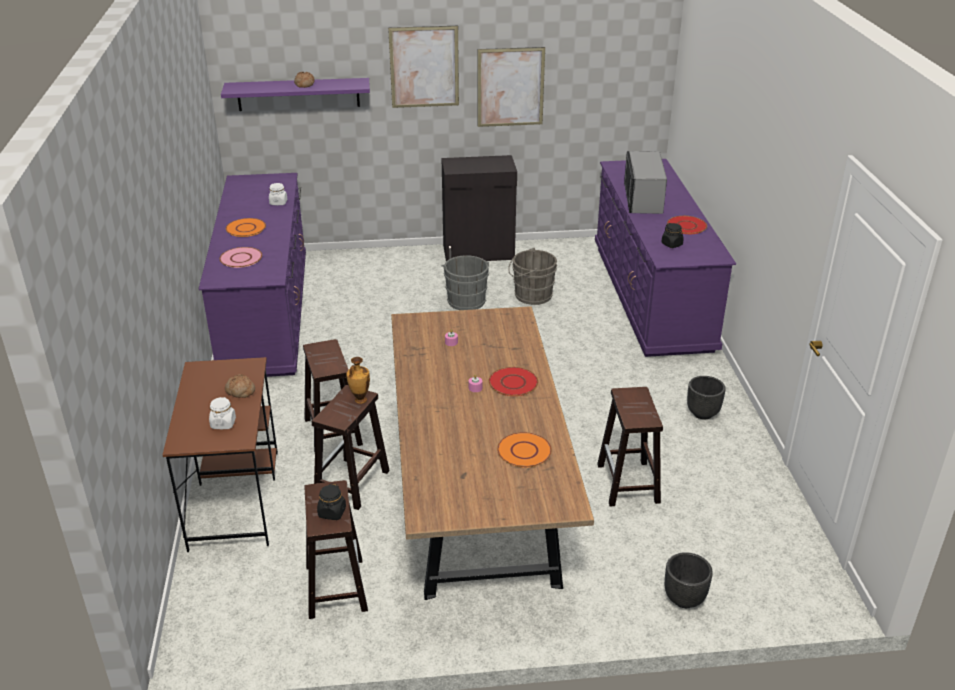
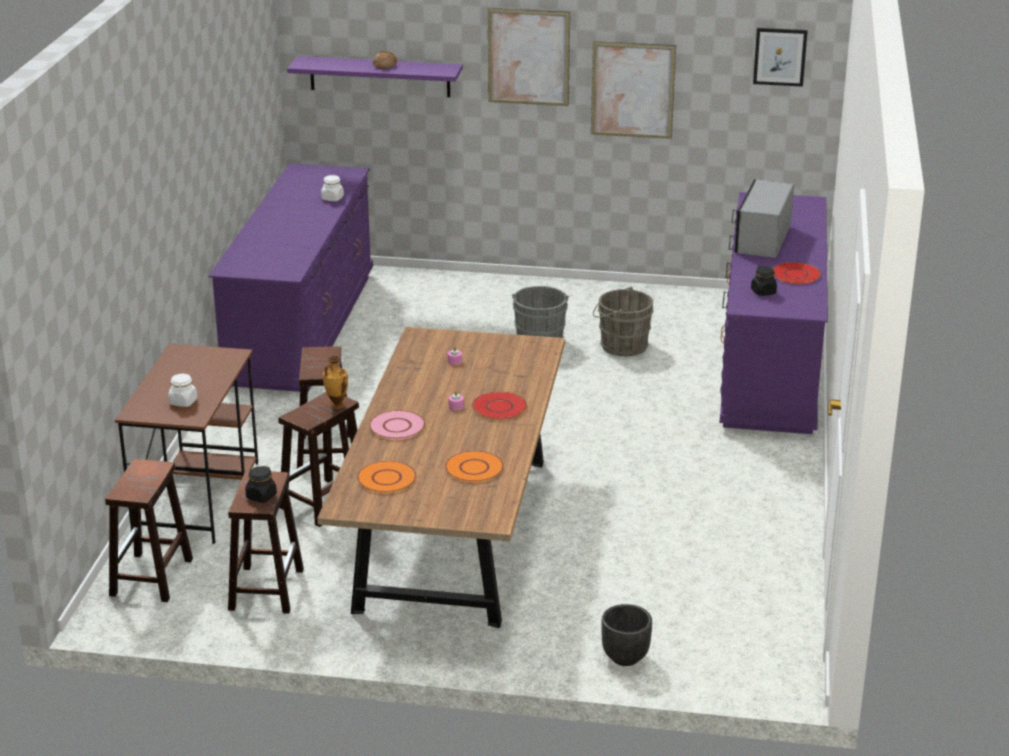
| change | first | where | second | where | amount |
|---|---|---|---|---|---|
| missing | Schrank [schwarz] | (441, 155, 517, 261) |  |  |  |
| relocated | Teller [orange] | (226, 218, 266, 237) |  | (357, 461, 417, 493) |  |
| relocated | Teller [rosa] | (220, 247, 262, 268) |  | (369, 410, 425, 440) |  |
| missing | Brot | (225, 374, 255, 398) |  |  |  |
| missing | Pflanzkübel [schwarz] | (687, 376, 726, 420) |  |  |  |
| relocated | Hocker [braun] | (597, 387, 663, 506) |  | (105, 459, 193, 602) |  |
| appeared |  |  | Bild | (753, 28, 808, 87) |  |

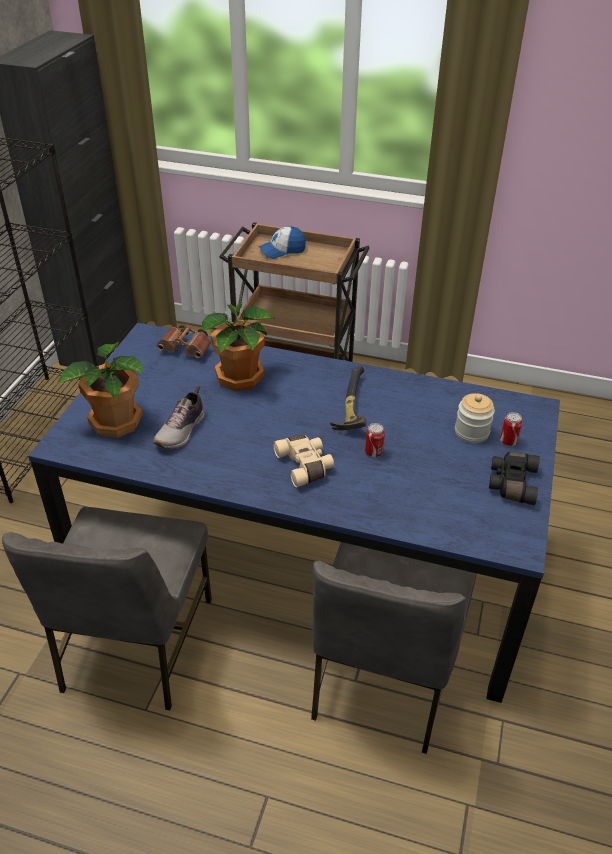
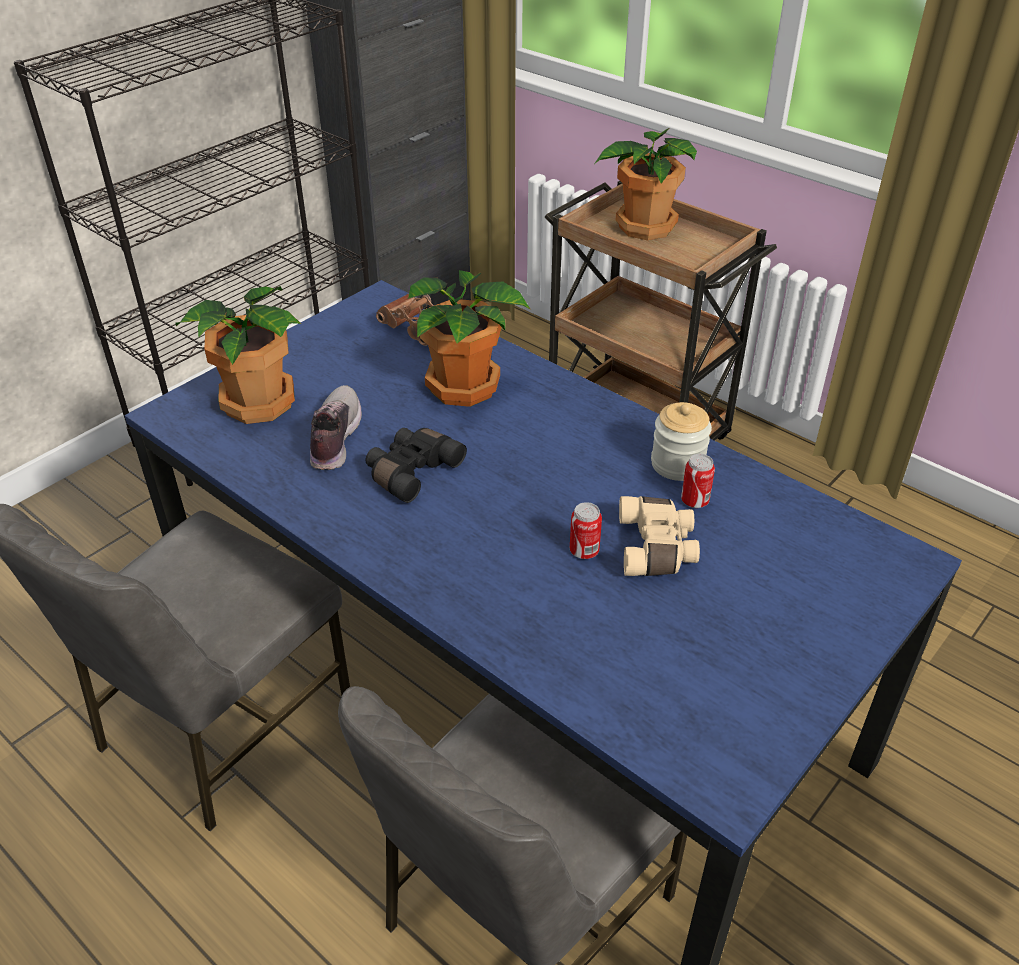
| change | first | where | second | where | amount |
|---|---|---|---|---|---|
| exchanged | Kappe | (258, 226, 306, 259) | Topfpflanze | (594, 128, 697, 240) |  |
| missing | Hammer | (330, 366, 367, 430) |  |  |  |
| spun | Schuh | (153, 386, 205, 449) |  | (310, 385, 362, 470) | 135 degrees clockwise |
| relocated | Vorratsglas | (455, 393, 495, 443) |  | (651, 402, 712, 481) |  |
| relocated | Dose | (500, 412, 523, 446) |  | (681, 454, 715, 508) |  |
| relocated | Fernglas [beige] | (273, 435, 334, 487) |  | (619, 496, 700, 576) |  |
| relocated | Fernglas [schwarz] | (489, 452, 540, 505) |  | (366, 428, 467, 503) |  |

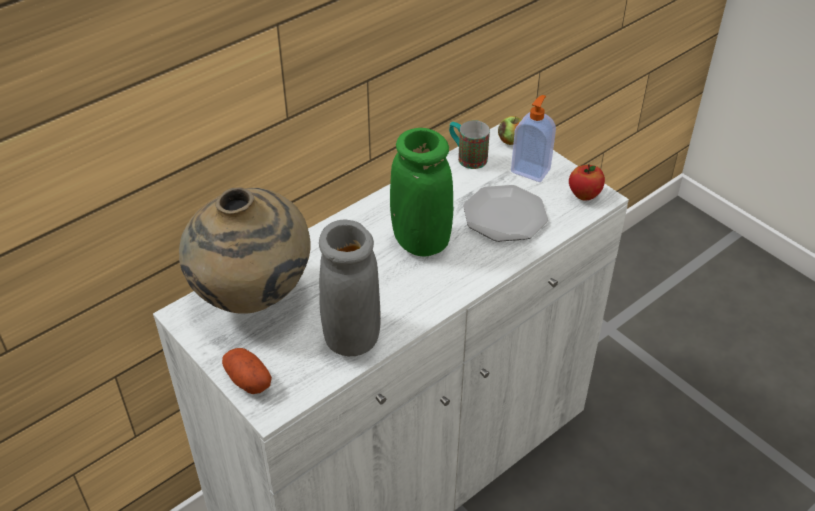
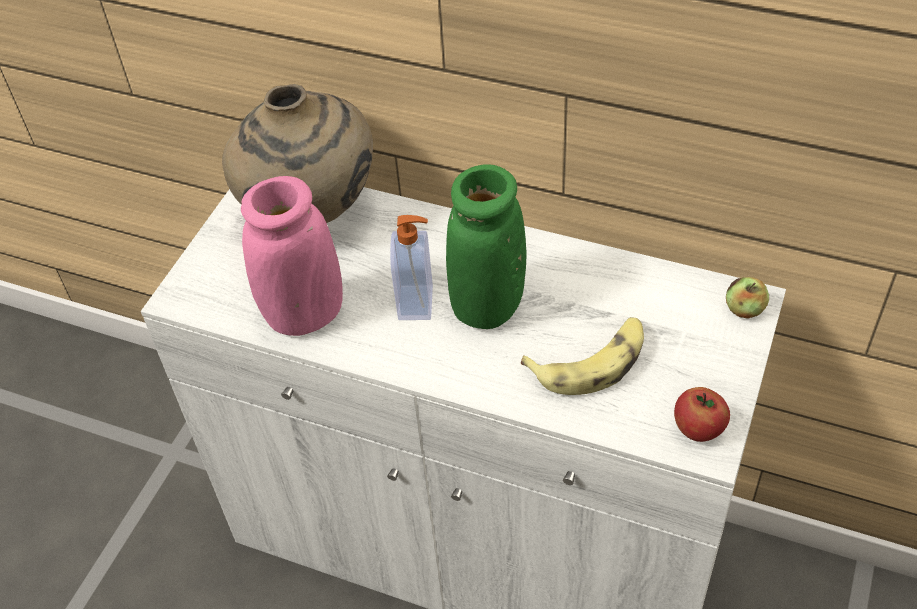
| change | first | where | second | where | amount |
|---|---|---|---|---|---|
| relocated | Seifenspender | (511, 95, 556, 182) |  | (390, 215, 433, 320) |  |
| missing | Henkelbecher | (449, 120, 490, 169) |  |  |  |
| exchanged | Teller | (463, 185, 548, 242) | Banane | (521, 317, 644, 395) |  |
| colour | Vase [grau] | (319, 220, 381, 356) | Vase [rosa] | (241, 176, 343, 336) |  |
| missing | Kartoffel | (222, 348, 272, 394) |  |  |  |

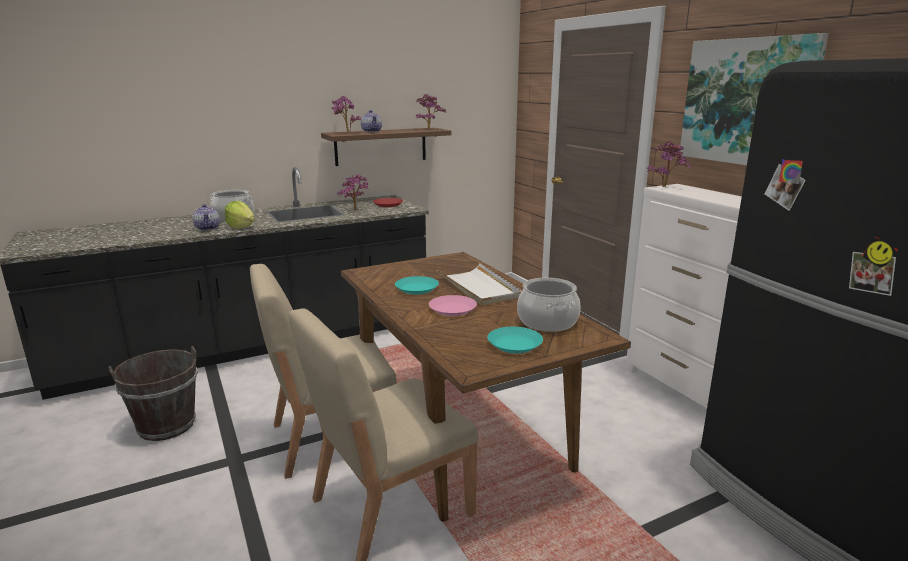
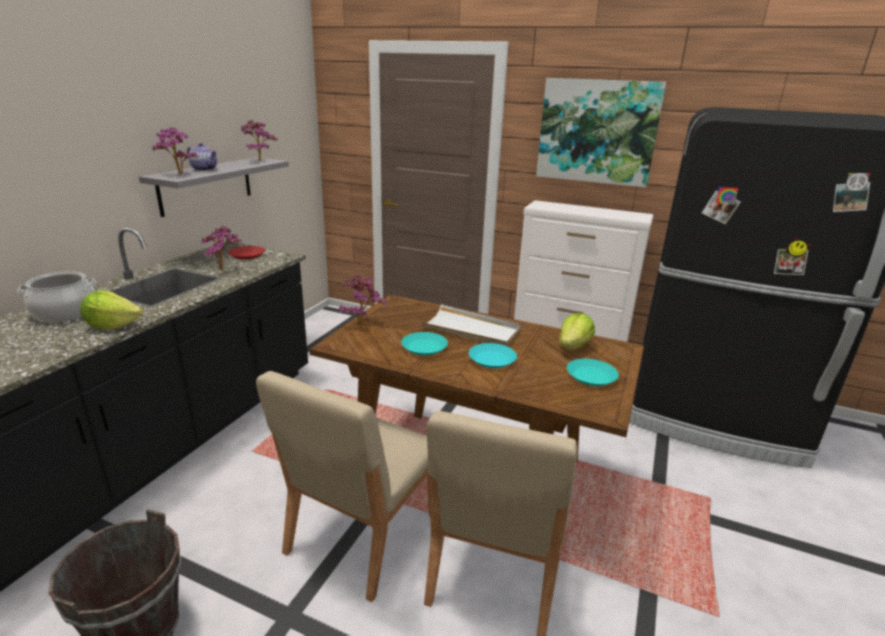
| change | first | where | second | where | amount |
|---|---|---|---|---|---|
| colour | Wandregal [braun] | (321, 128, 451, 166) | Wandregal [grau] | (139, 157, 289, 217) |  |
| relocated | Topfpflanze | (647, 141, 691, 187) |  | (339, 275, 386, 326) |  |
| missing | Teekanne | (193, 204, 220, 231) |  |  |  |
| exchanged | Kochtopf | (517, 278, 580, 332) | Salatkopf | (559, 313, 595, 350) |  |
| colour | Teller [rosa] | (429, 295, 477, 316) | Teller [türkis] | (469, 343, 517, 368) |  |

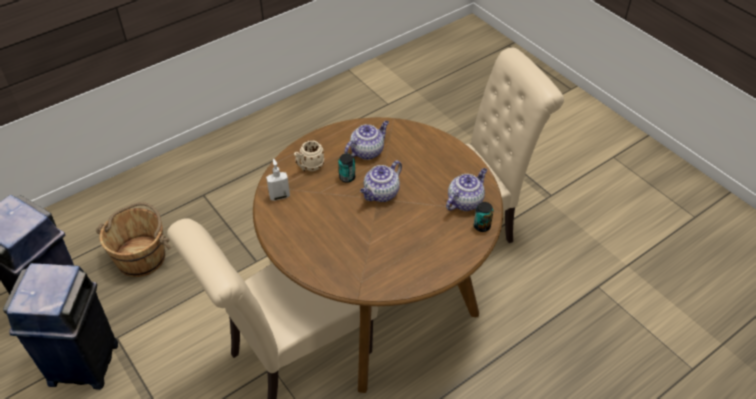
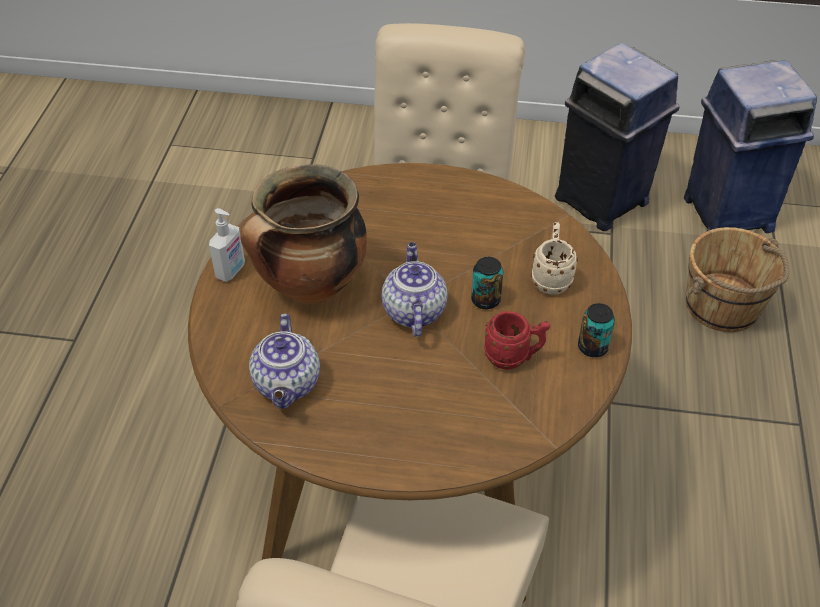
| change | first | where | second | where | amount |
|---|---|---|---|---|---|
| exchanged | Teekanne | (344, 121, 389, 160) | Henkelbecher [rot] | (484, 311, 550, 370) |  |
| relocated | Seifenspender | (266, 159, 290, 201) |  | (209, 208, 245, 282) |  |
| relocated | Dose | (474, 202, 493, 232) |  | (578, 303, 615, 357) |  |
| appeared |  |  | Kochtopf | (240, 164, 367, 304) |  |

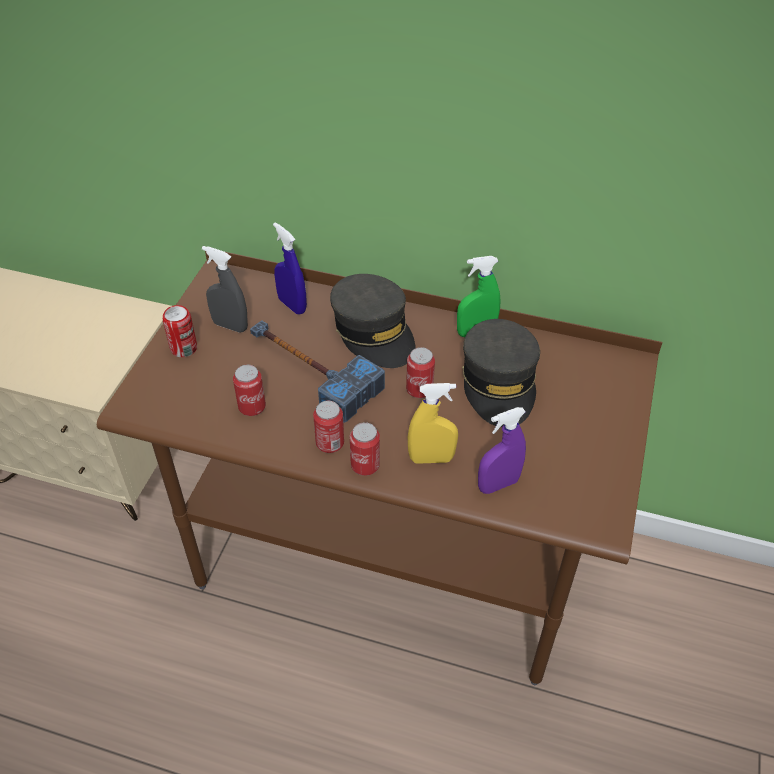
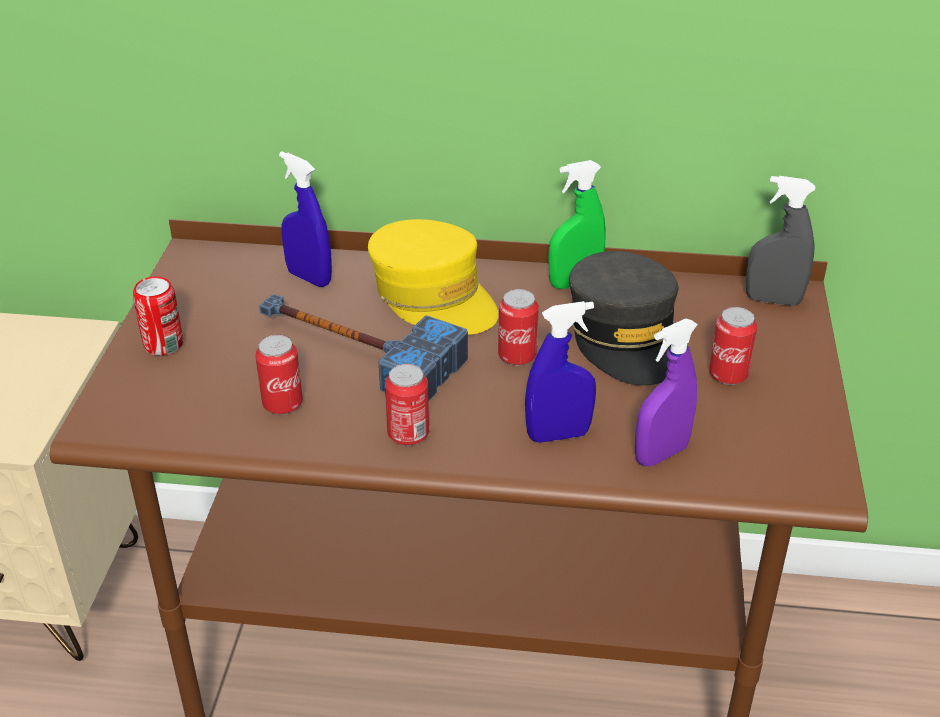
| change | first | where | second | where | amount |
|---|---|---|---|---|---|
| relocated | Sprühflasche [grau] | (202, 246, 248, 333) |  | (746, 176, 815, 306) |  |
| colour | Kappe [grau] | (330, 274, 416, 368) | Kappe [gelb] | (368, 219, 499, 335) |  |
| colour | Sprühflasche [gelb] | (408, 383, 458, 464) | Sprühflasche [blau] | (525, 301, 596, 443) |  |
| relocated | Dose | (350, 422, 380, 476) |  | (709, 307, 757, 385) |  |

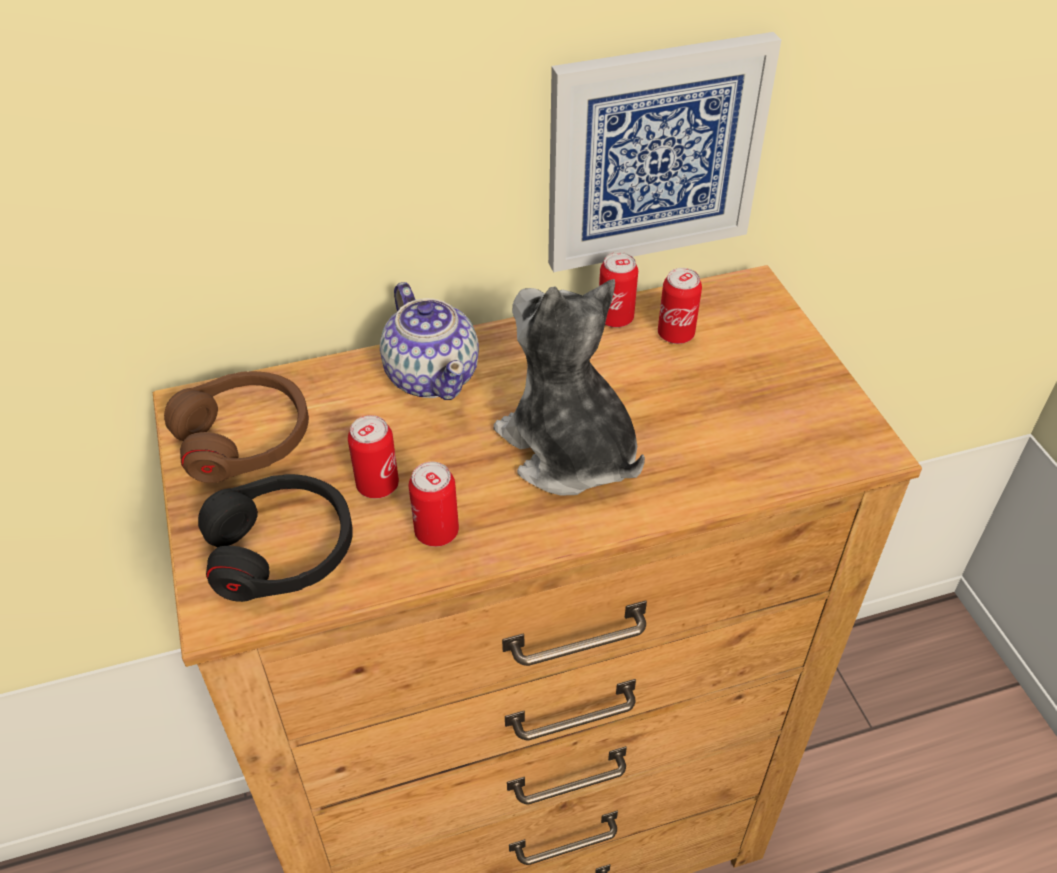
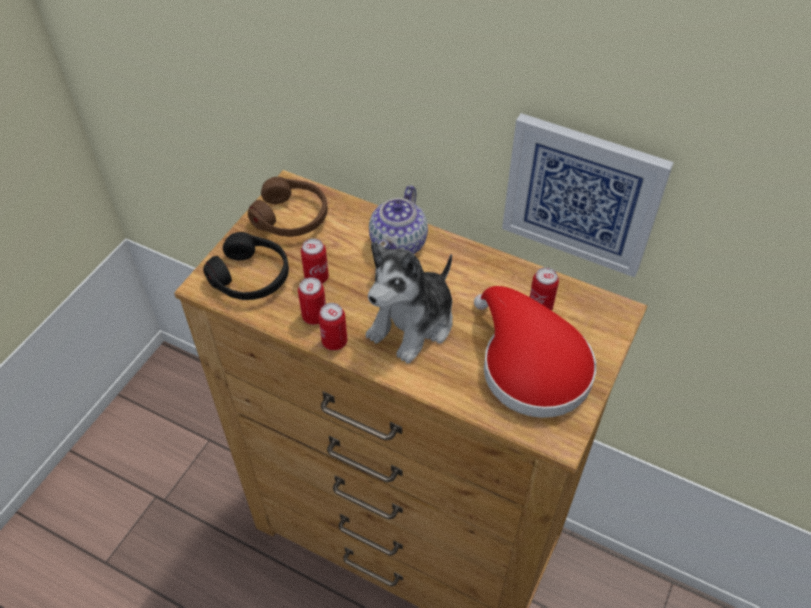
| change | first | where | second | where | amount |
|---|---|---|---|---|---|
| relocated | Dose | (599, 252, 638, 328) |  | (318, 303, 347, 350) |  |
| spun | Plüschtier | (494, 279, 645, 496) |  | (366, 242, 453, 364) | 150 degrees counterclockwise |
| appeared |  |  | Hut [rot] | (474, 286, 596, 418) |  |

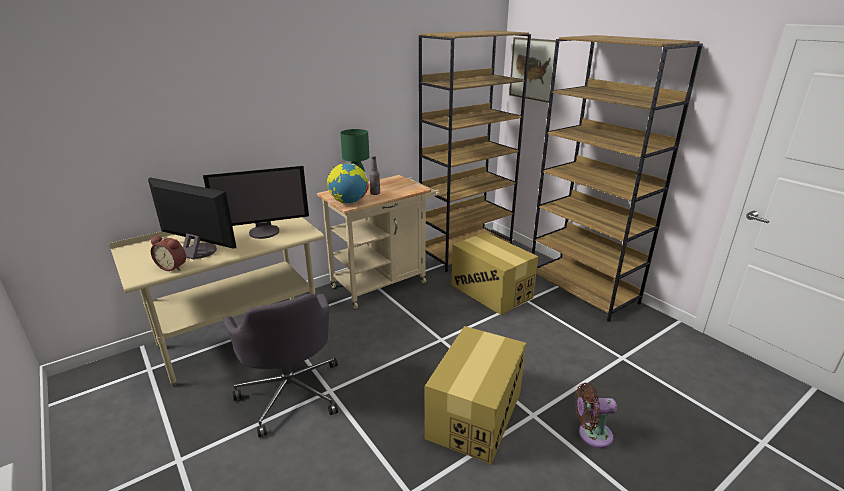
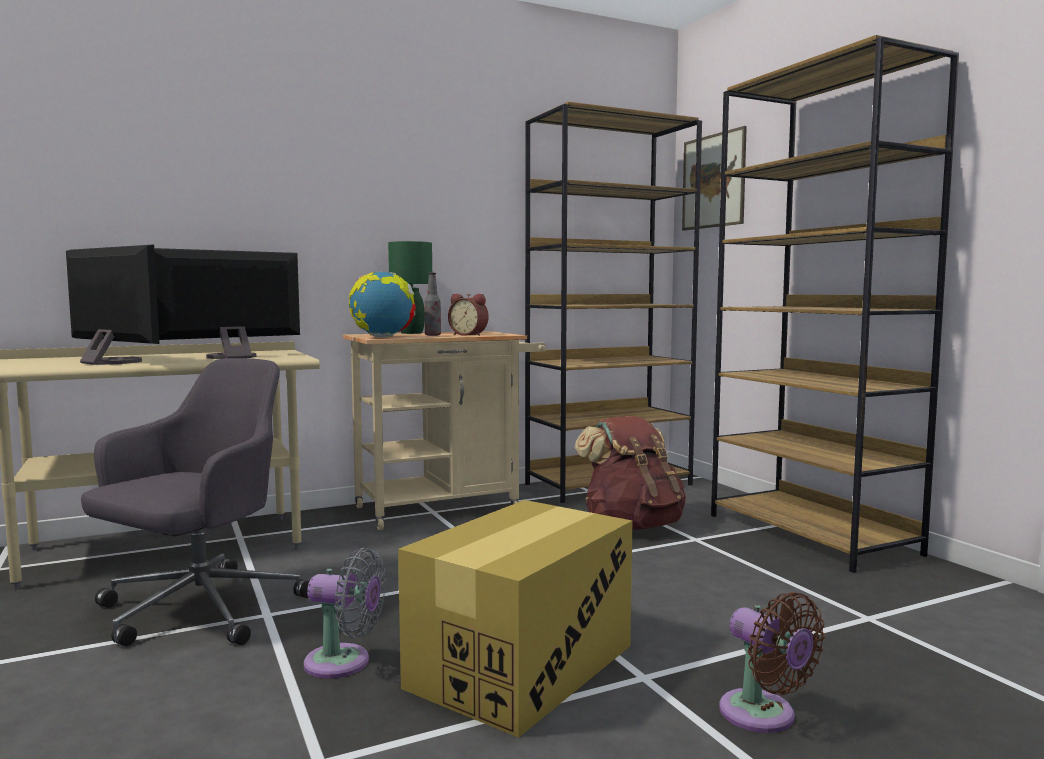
| change | first | where | second | where | amount |
|---|---|---|---|---|---|
| spun | Monitor | (203, 166, 309, 239) |  | (154, 248, 300, 359) | 150 degrees clockwise |
| exchanged | Karton | (451, 232, 538, 315) | Rucksack [braun] | (575, 416, 686, 530) |  |
| relocated | Wecker | (151, 236, 186, 271) |  | (448, 294, 489, 336) |  |
| spun | Bürostuhl [grau] | (223, 294, 338, 437) |  | (81, 358, 309, 646) | 135 degrees counterclockwise |
| spun | Ventilator [braun] | (575, 383, 617, 448) |  | (719, 592, 825, 733) | 135 degrees counterclockwise |
| appeared |  |  | Ventilator [grau] | (304, 548, 386, 678) |  |

